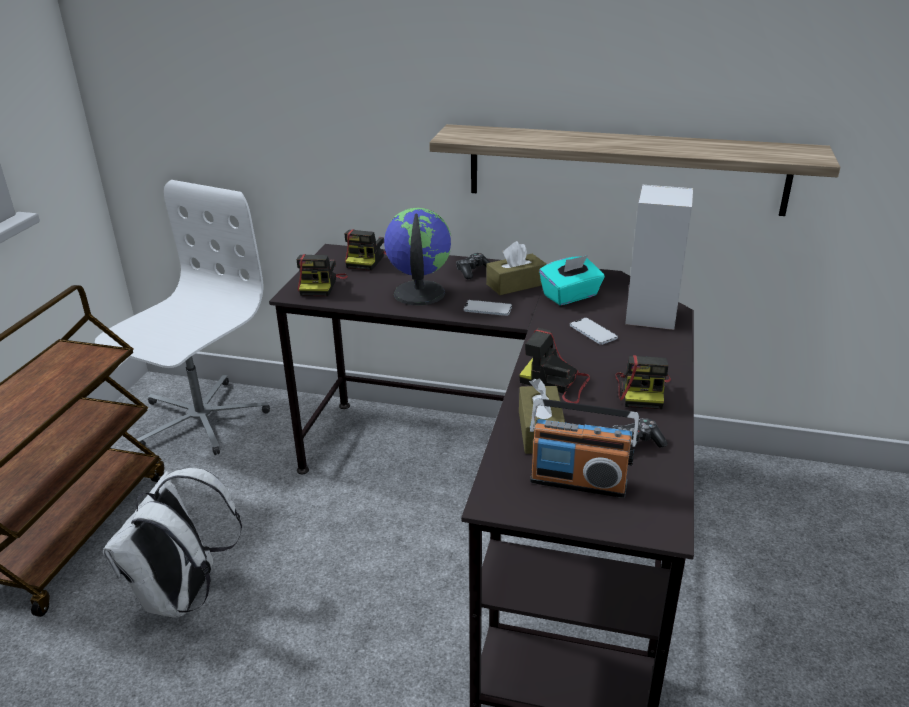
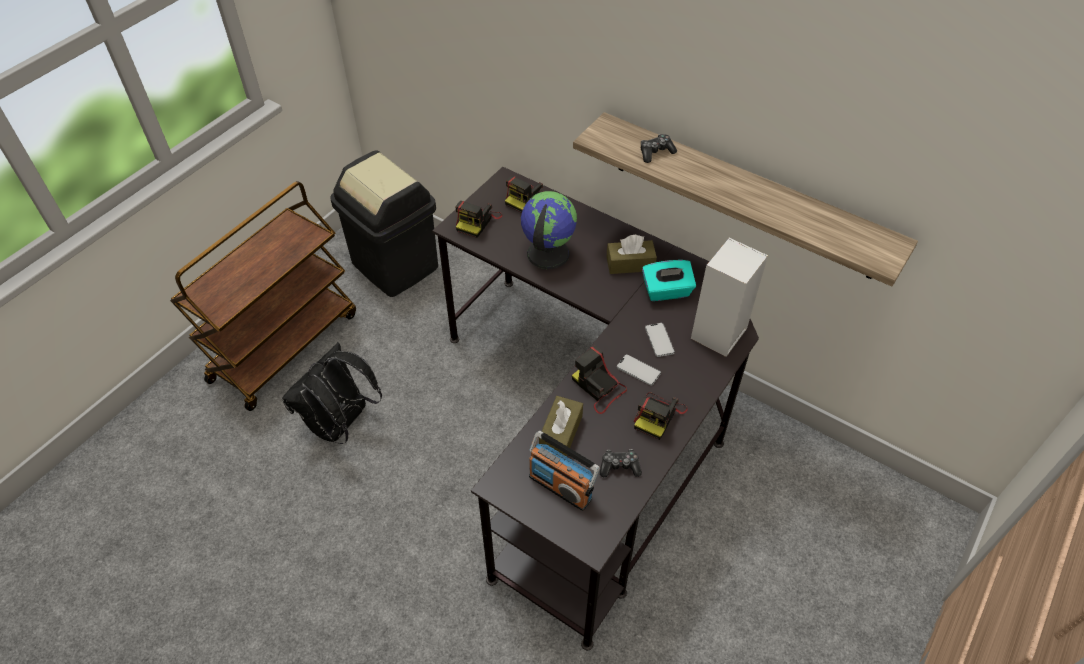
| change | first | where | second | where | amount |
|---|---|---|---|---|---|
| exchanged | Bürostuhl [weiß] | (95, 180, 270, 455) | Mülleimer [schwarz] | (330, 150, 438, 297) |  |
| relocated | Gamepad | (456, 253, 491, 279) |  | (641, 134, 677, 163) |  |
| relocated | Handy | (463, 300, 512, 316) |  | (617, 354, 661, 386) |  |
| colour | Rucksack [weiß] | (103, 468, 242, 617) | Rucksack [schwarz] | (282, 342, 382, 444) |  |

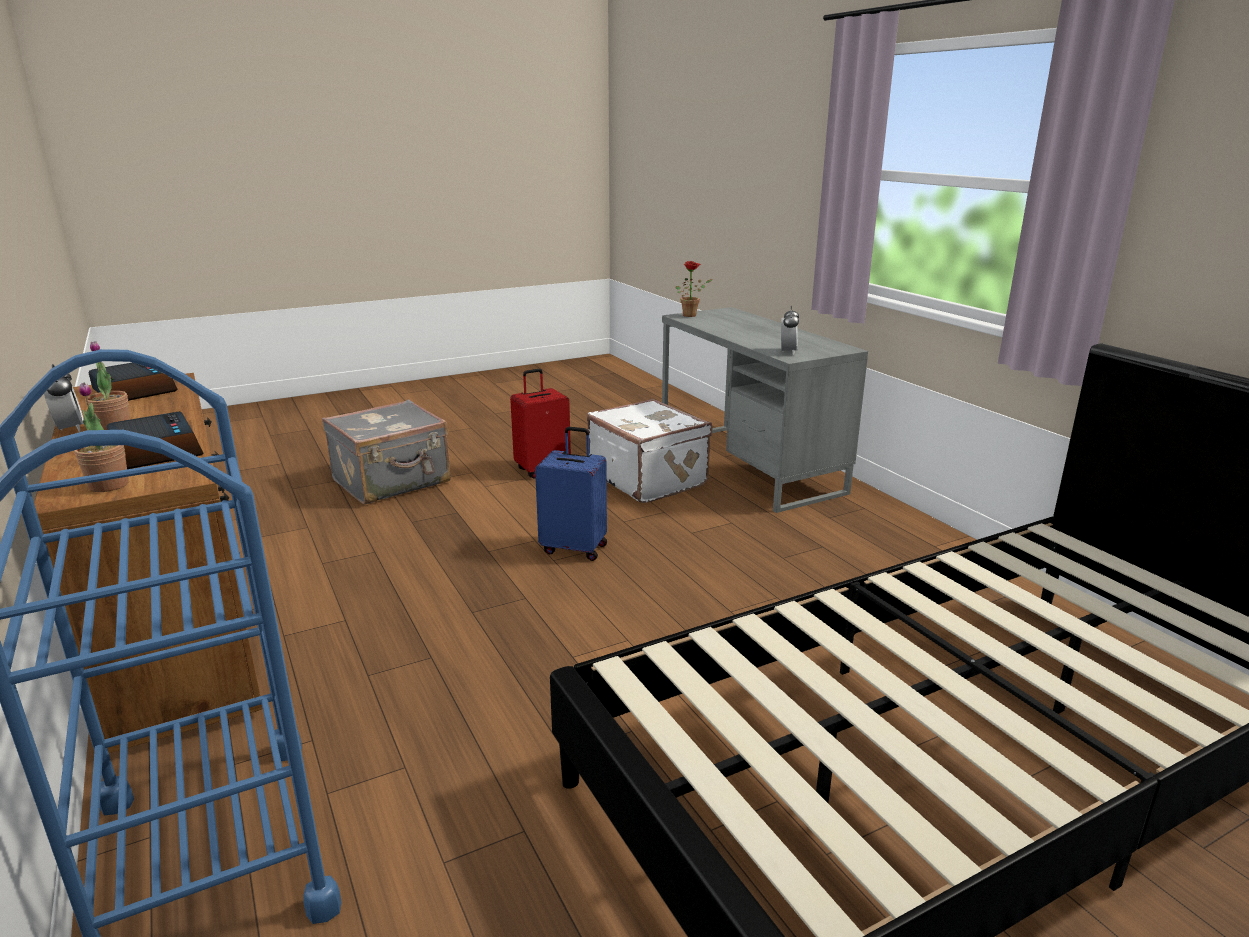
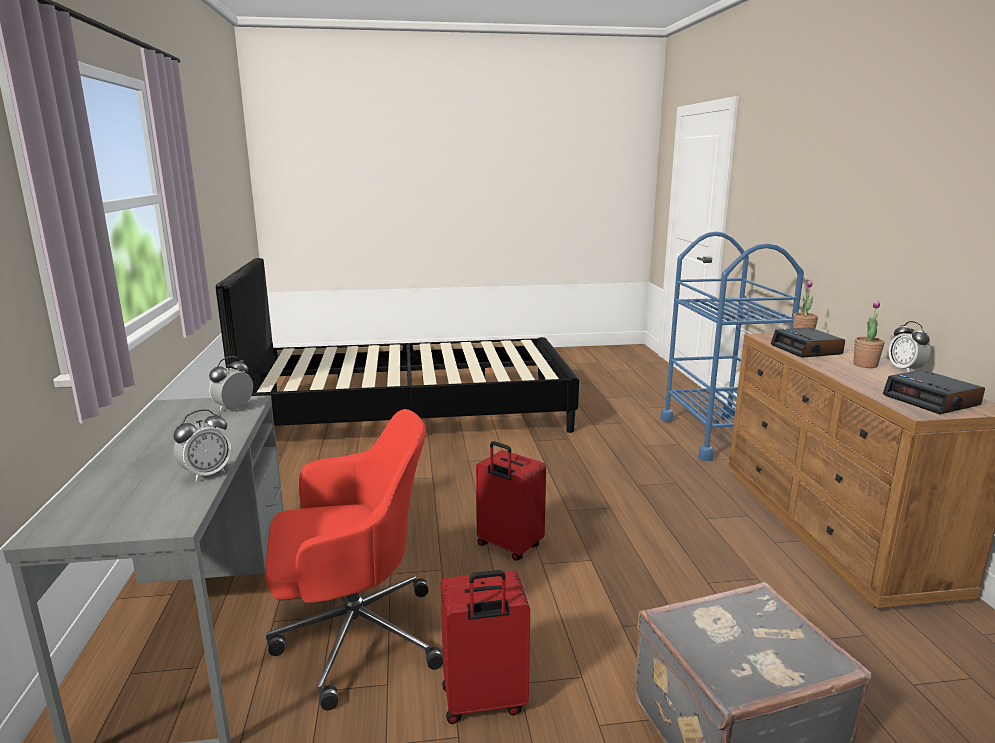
| change | first | where | second | where | amount |
|---|---|---|---|---|---|
| missing | Topfpflanze | (676, 261, 713, 317) |  |  |  |
| exchanged | Koffer [weiß] | (587, 399, 712, 503) | Bürostuhl [rot] | (265, 409, 443, 710) |  |
| colour | Koffer [blau] | (535, 427, 607, 561) | Koffer [rot] | (476, 441, 546, 561) |  |
| appeared |  |  | Wecker | (173, 409, 232, 482) |  |

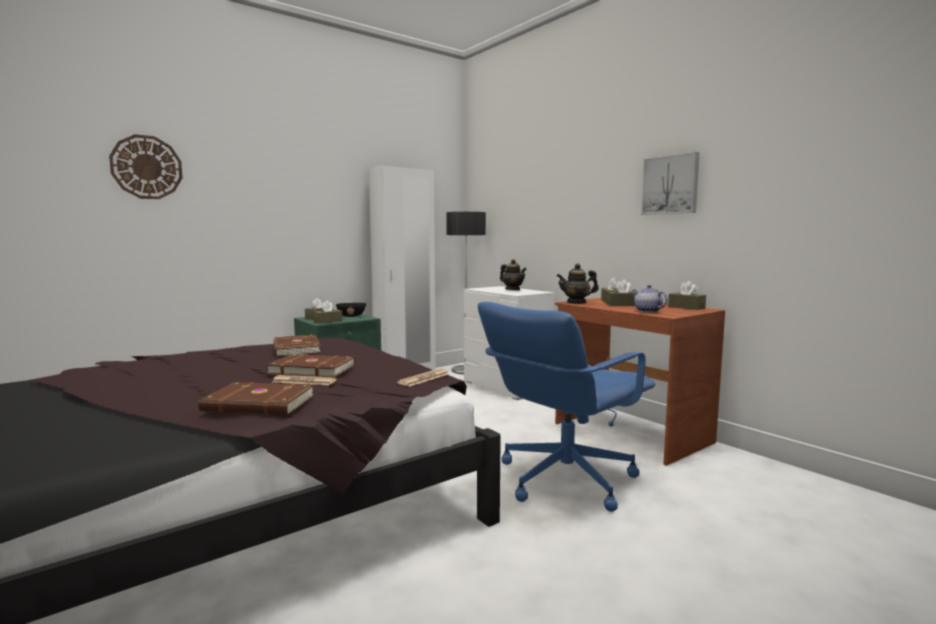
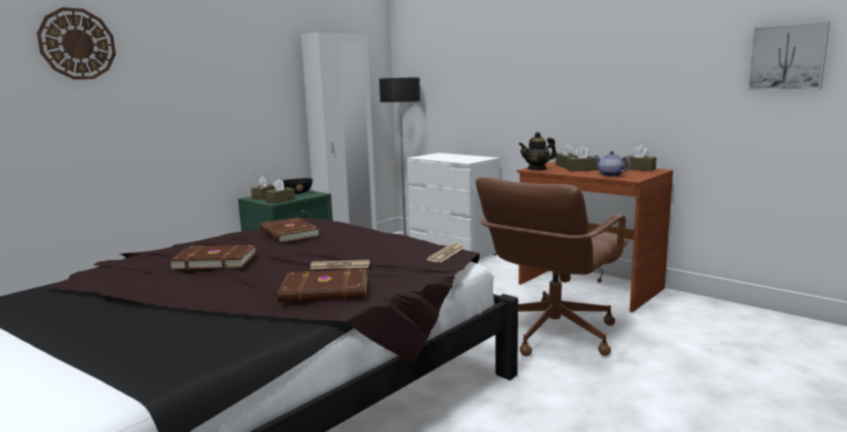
| change | first | where | second | where | amount |
|---|---|---|---|---|---|
| relocated | Bild | (641, 152, 700, 215) |  | (747, 21, 830, 91) |  |
| missing | Teekanne | (500, 259, 527, 290) |  |  |  |
| colour | Bürostuhl [blau] | (478, 302, 656, 512) | Bürostuhl [braun] | (476, 177, 628, 356) |  |
| relocated | Buch [braun] | (267, 354, 355, 377) |  | (169, 245, 257, 269) |  |

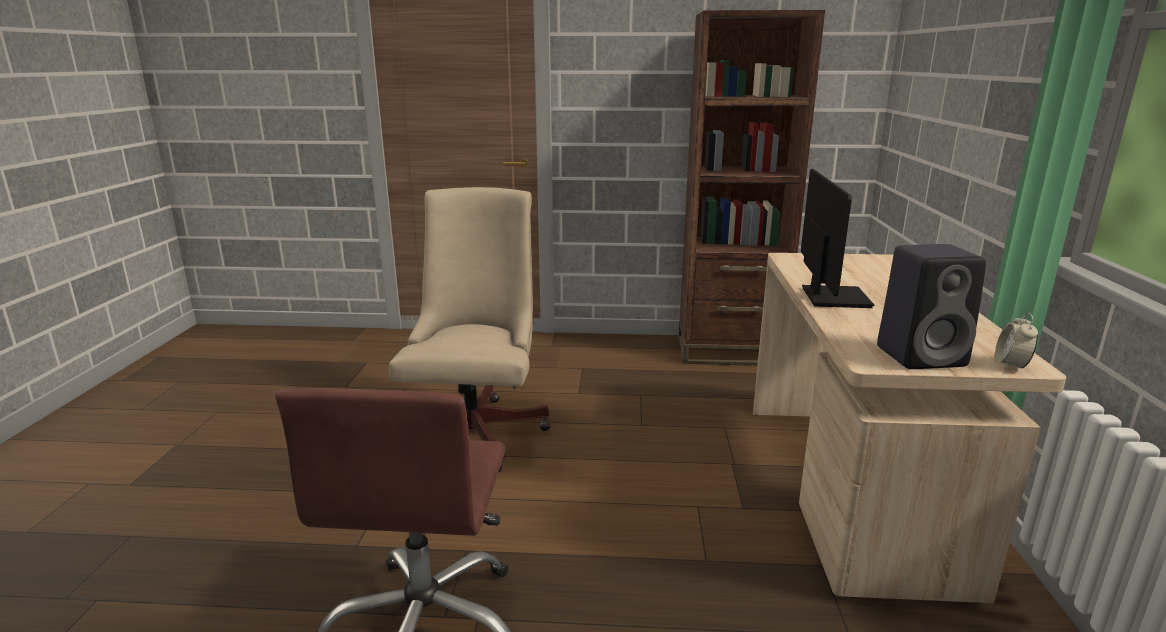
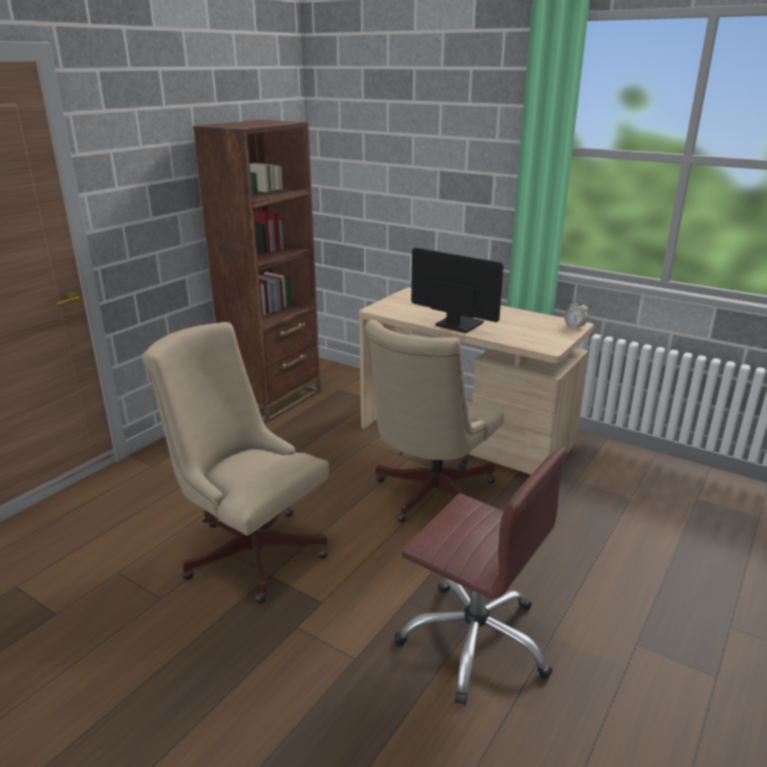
| change | first | where | second | where | amount |
|---|---|---|---|---|---|
| missing | Lautsprecher [schwarz] | (877, 244, 986, 369) |  |  |  |
| appeared |  |  | Bürostuhl [beige] | (365, 320, 504, 522) |  |

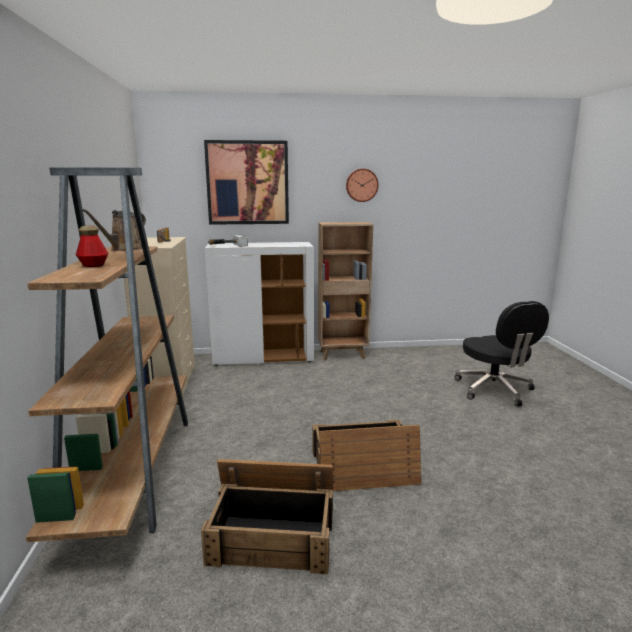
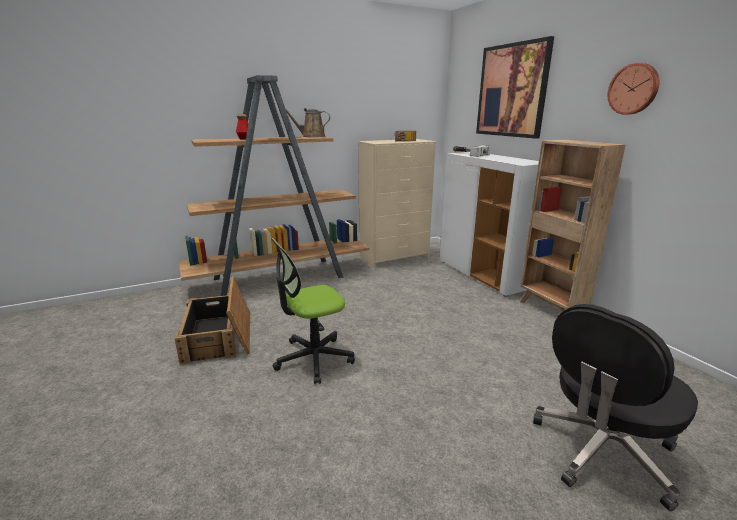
| change | first | where | second | where | amount |
|---|---|---|---|---|---|
| exchanged | Kiste | (312, 420, 421, 491) | Bürostuhl | (271, 238, 355, 384) |  |

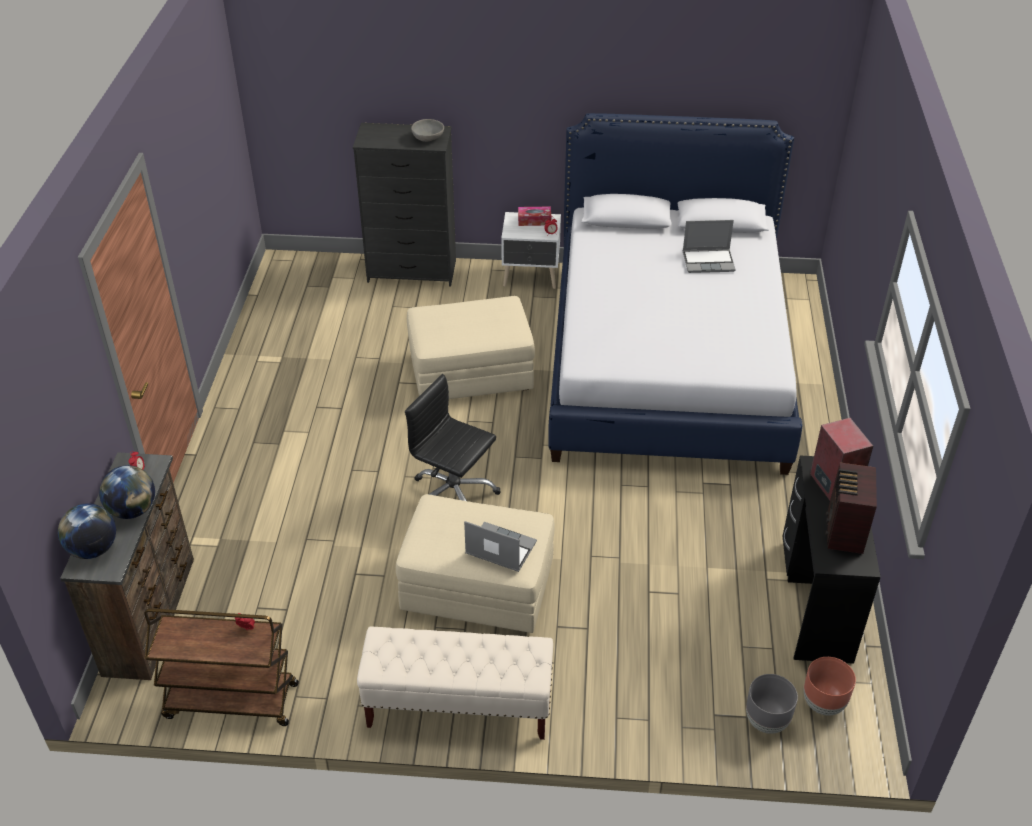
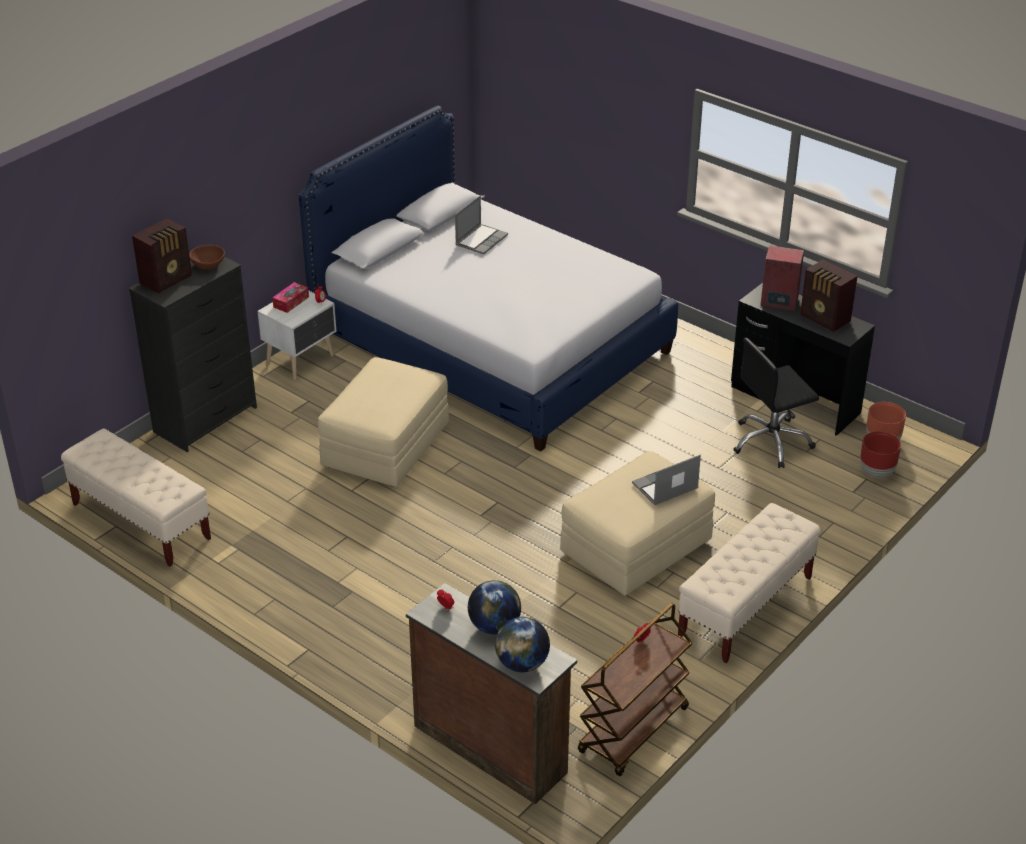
| change | first | where | second | where | amount |
|---|---|---|---|---|---|
| colour | Schüssel [grau] | (411, 119, 444, 142) | Schüssel [braun] | (189, 245, 225, 270) |  |
| relocated | Bürostuhl [schwarz] | (405, 374, 500, 501) |  | (733, 338, 819, 468) |  |
| colour | Pflanzkübel [grau] | (746, 674, 798, 734) | Pflanzkübel [rot] | (860, 431, 901, 478) |  |
| appeared |  |  | Radio | (132, 218, 192, 294) |  |
| appeared |  |  | Bank [beige] | (61, 429, 211, 567) |  |

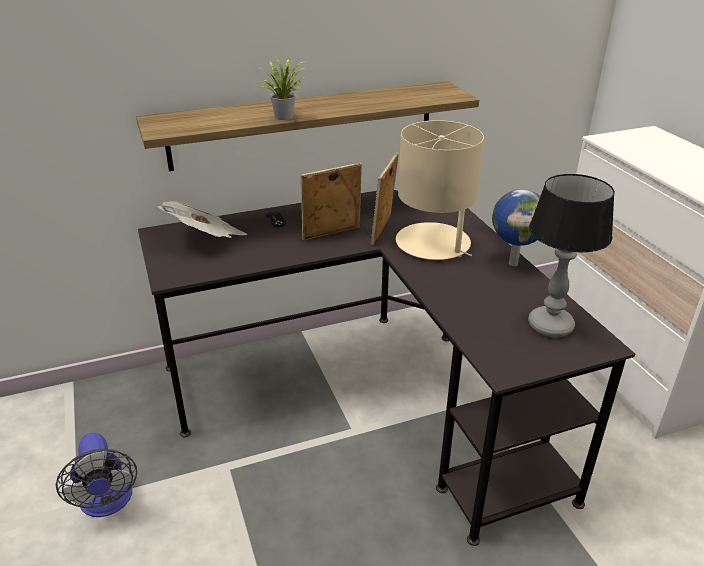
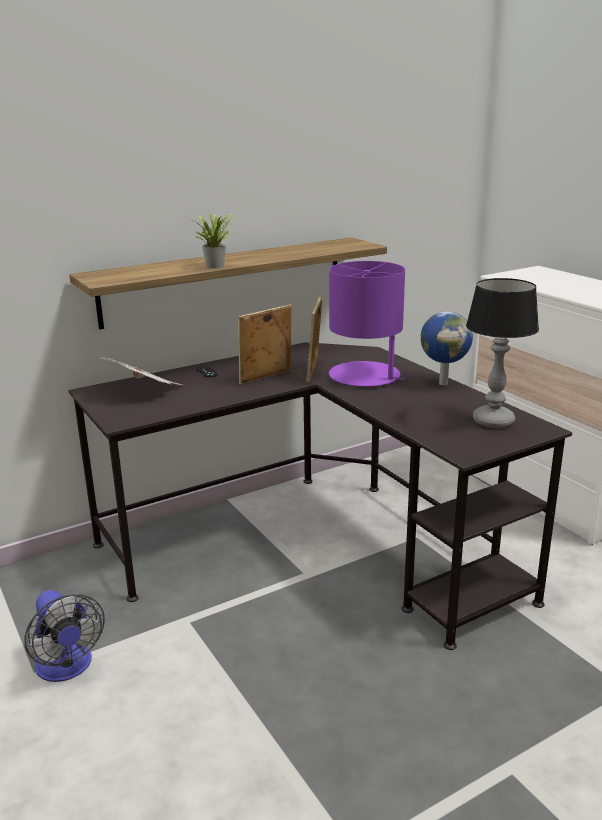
| change | first | where | second | where | amount |
|---|---|---|---|---|---|
| colour | Tischlampe [beige] | (396, 120, 484, 260) | Tischlampe [lila] | (329, 261, 405, 387) |  |

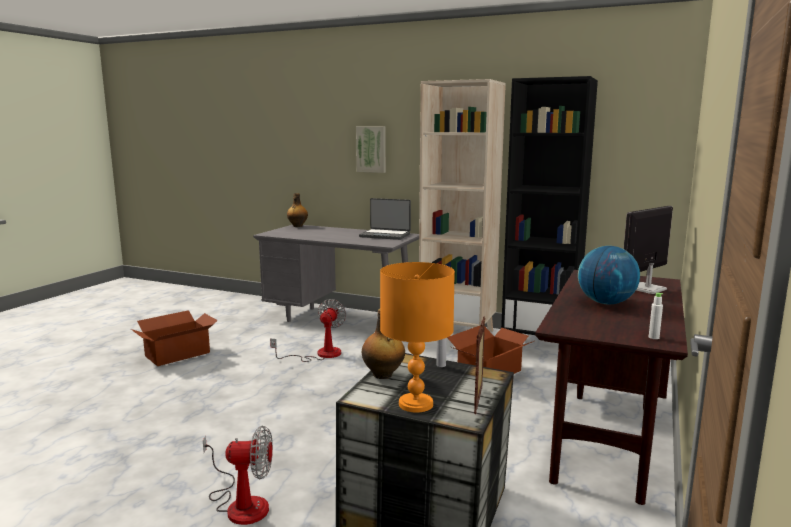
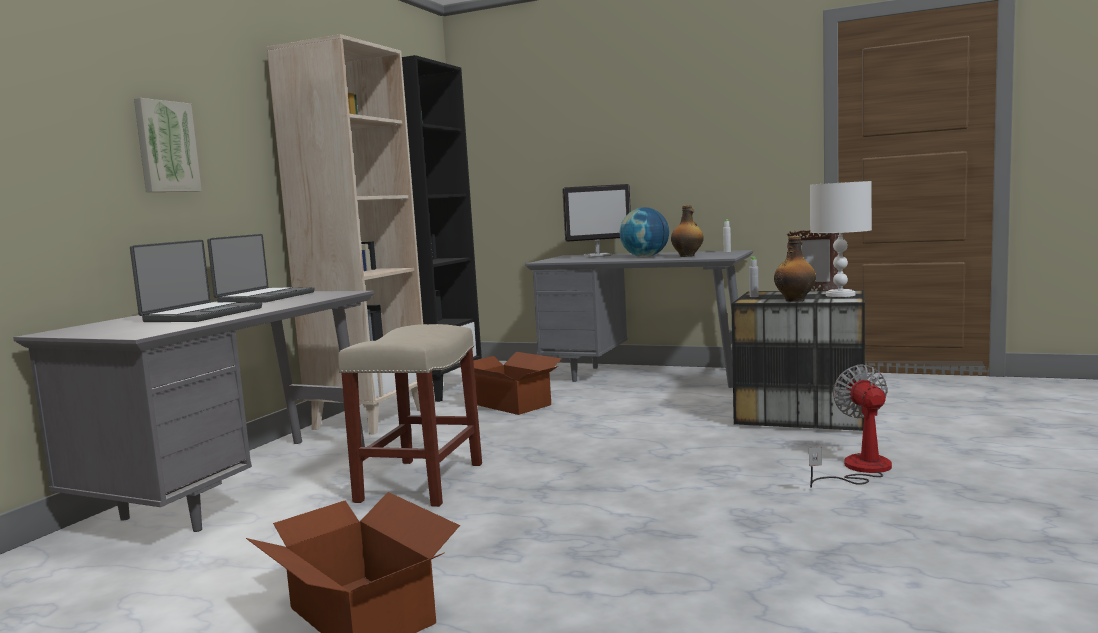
| change | first | where | second | where | amount |
|---|---|---|---|---|---|
| relocated | Flasche | (287, 193, 308, 227) |  | (671, 205, 704, 257) |  |
| spun | Monitor | (624, 206, 673, 294) |  | (562, 184, 631, 257) | 60 degrees counterclockwise |
| colour | Tischlampe [orange] | (380, 262, 455, 413) | Tischlampe [weiß] | (810, 181, 872, 297) |  |
| colour | Schreibtisch [braun] | (535, 270, 688, 505) | Schreibtisch [grau] | (525, 250, 753, 388) |  |
| exchanged | Ventilator | (270, 299, 346, 362) | Hocker [beige] | (338, 324, 482, 507) |  |
| appeared |  |  | Laptop | (130, 240, 262, 322) |  |

